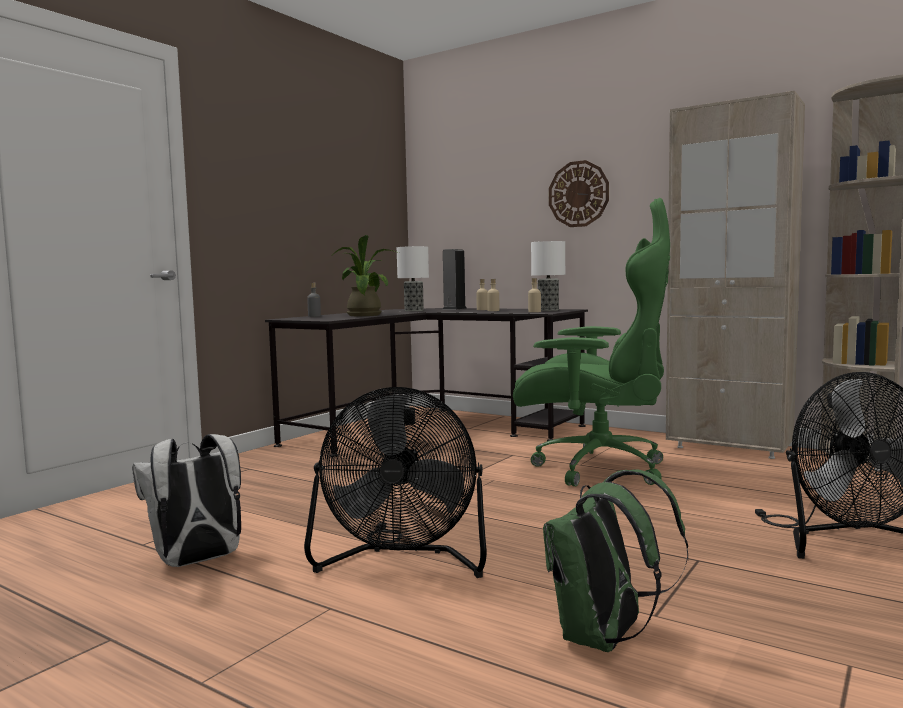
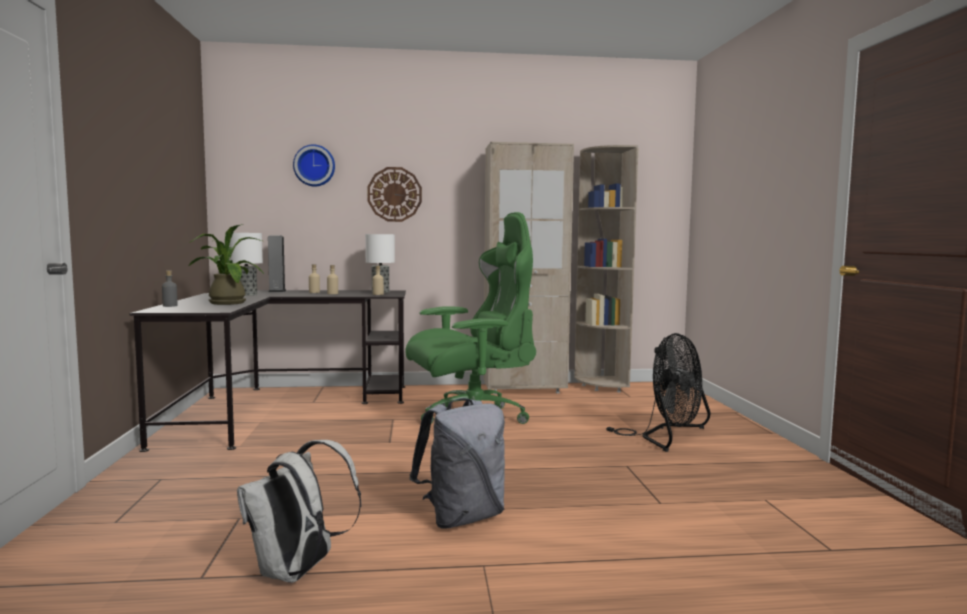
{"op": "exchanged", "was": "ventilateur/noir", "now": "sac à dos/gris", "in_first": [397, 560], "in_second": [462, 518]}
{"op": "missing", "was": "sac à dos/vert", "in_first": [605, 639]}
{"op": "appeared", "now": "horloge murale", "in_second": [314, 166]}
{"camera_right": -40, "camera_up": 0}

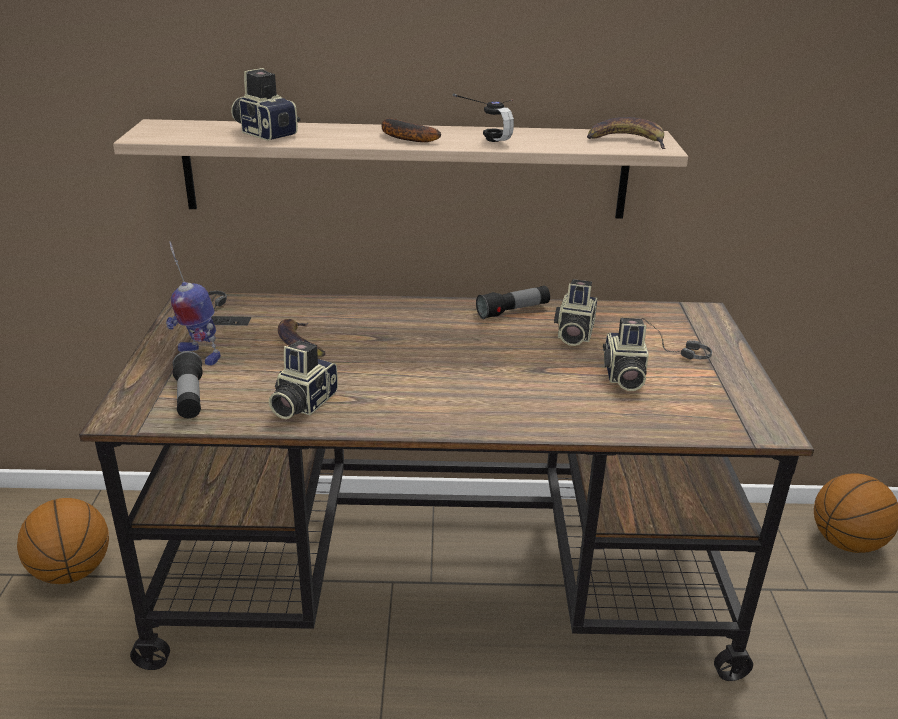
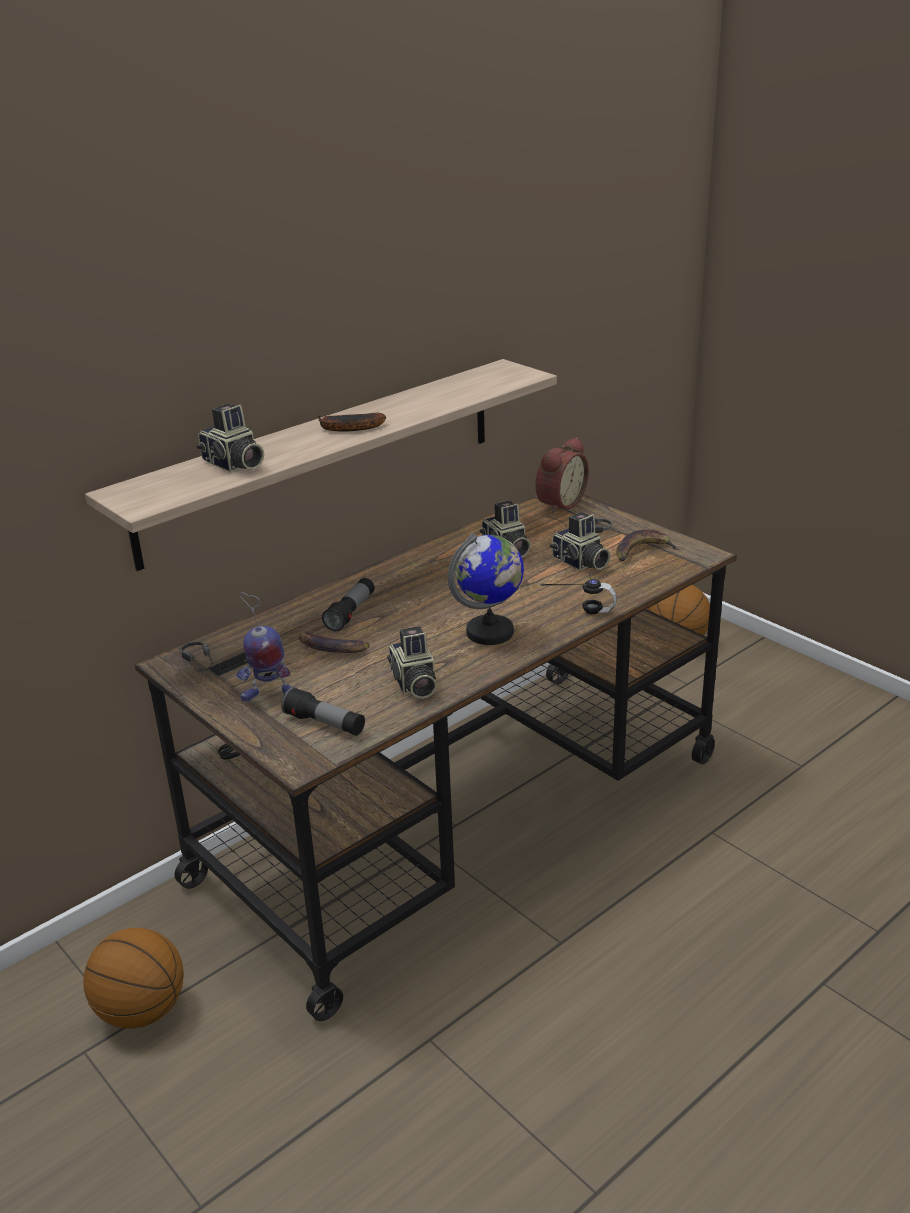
{"op": "spun", "was": "appareil photo", "in_first": [265, 132], "in_second": [233, 464], "clockwise": -135}
{"op": "relocated", "was": "casque audio", "in_first": [490, 135], "in_second": [580, 607]}
{"op": "relocated", "was": "banane", "in_first": [627, 140], "in_second": [643, 551]}
{"op": "relocated", "was": "lampe de poche", "in_first": [513, 311], "in_second": [351, 613]}
{"op": "appeared", "now": "réveil", "in_second": [558, 503]}
{"op": "appeared", "now": "globe", "in_second": [490, 632]}
{"camera_right": -40, "camera_up": 0}

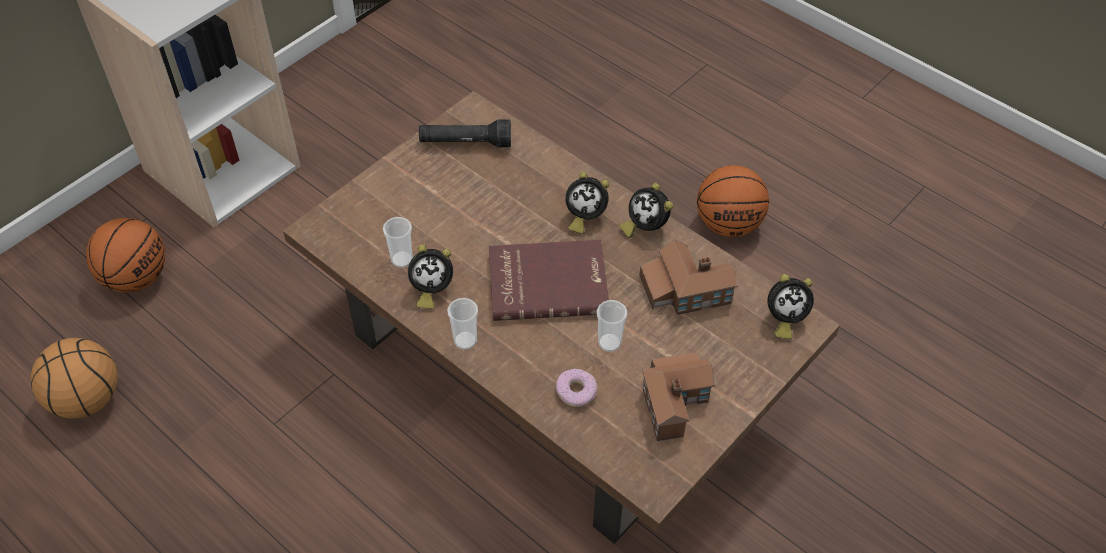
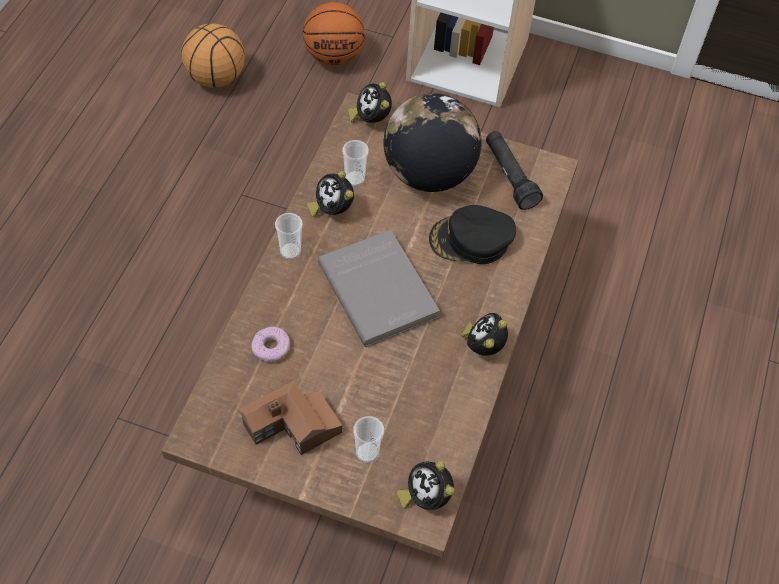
{"op": "missing", "was": "ballon de basket", "in_first": [728, 224]}
{"op": "relocated", "was": "réveil", "in_first": [584, 217], "in_second": [371, 119]}
{"op": "colour", "was": "livre/rouge", "now": "livre/gris", "in_first": [547, 282], "in_second": [380, 289]}
{"op": "missing", "was": "maison miniature", "in_first": [684, 290]}
{"op": "relocated", "was": "tasse", "in_first": [609, 343], "in_second": [367, 453]}
{"op": "appeared", "now": "globe", "in_second": [428, 173]}
{"op": "appeared", "now": "casquette/noir", "in_second": [471, 240]}
{"camera_right": 65, "camera_up": 5}

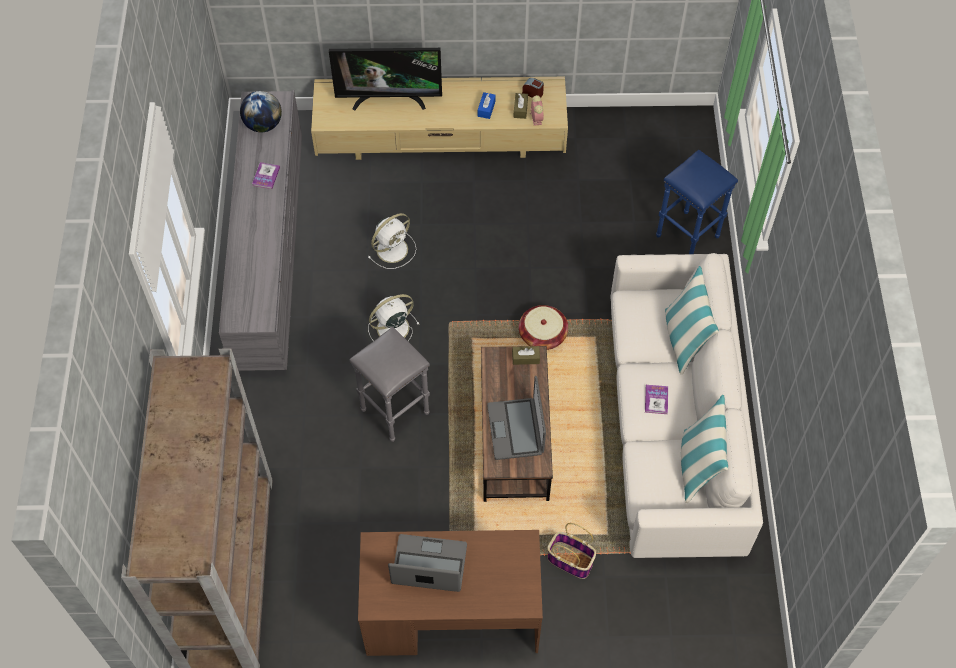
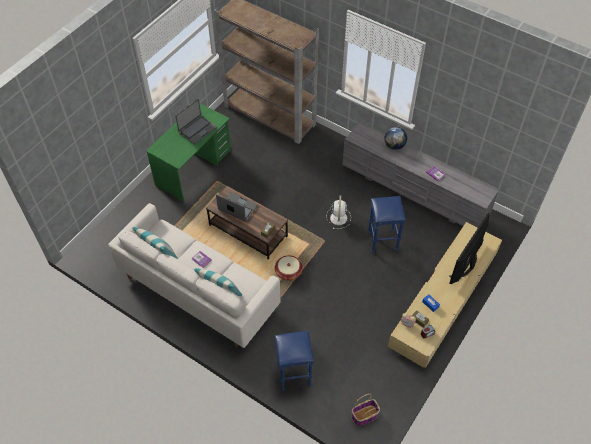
{"op": "relocated", "was": "globe", "in_first": [263, 124], "in_second": [394, 145]}
{"op": "exchanged", "was": "ventilateur/blanc", "now": "tabouret/bleu", "in_first": [393, 249], "in_second": [383, 241]}
{"op": "missing", "was": "tabouret/gris", "in_first": [396, 411]}
{"op": "relocated", "was": "panier", "in_first": [571, 560], "in_second": [364, 416]}
{"op": "colour", "was": "bureau/marron", "now": "bureau/vert", "in_first": [451, 615], "in_second": [194, 168]}
{"camera_right": 125, "camera_up": -5}

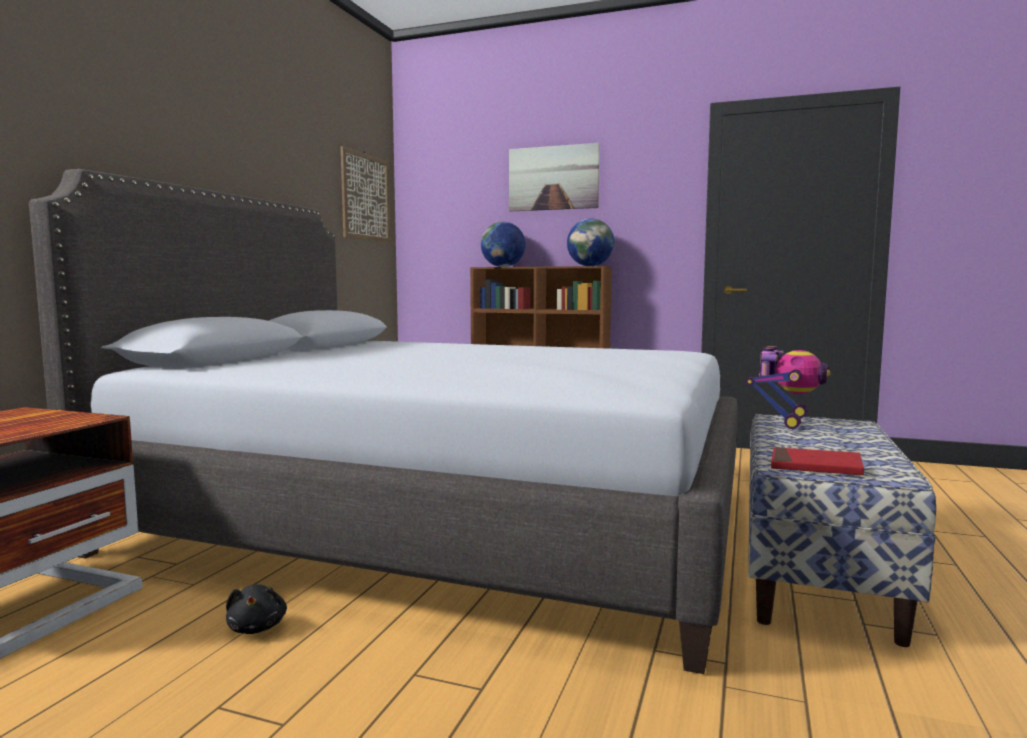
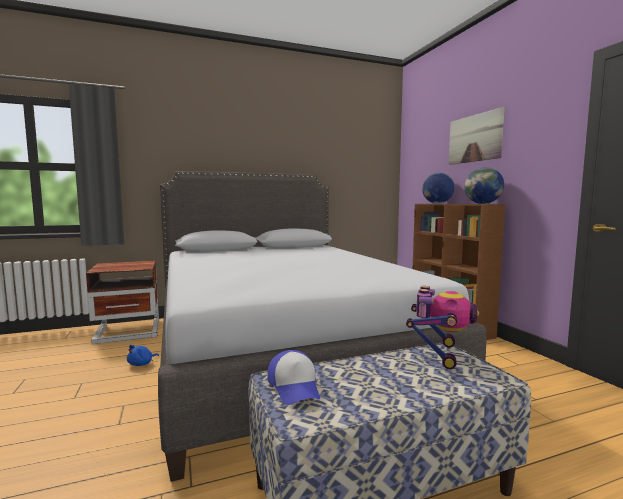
{"op": "missing", "was": "tableau", "in_first": [365, 196]}
{"op": "spun", "was": "robot jouet", "in_first": [785, 421], "in_second": [438, 354], "clockwise": -60}
{"op": "exchanged", "was": "livre/rouge", "now": "casquette", "in_first": [815, 466], "in_second": [294, 387]}
{"op": "colour", "was": "peluche/noir", "now": "peluche/bleu", "in_first": [257, 627], "in_second": [142, 364]}
{"camera_right": 50, "camera_up": 0}

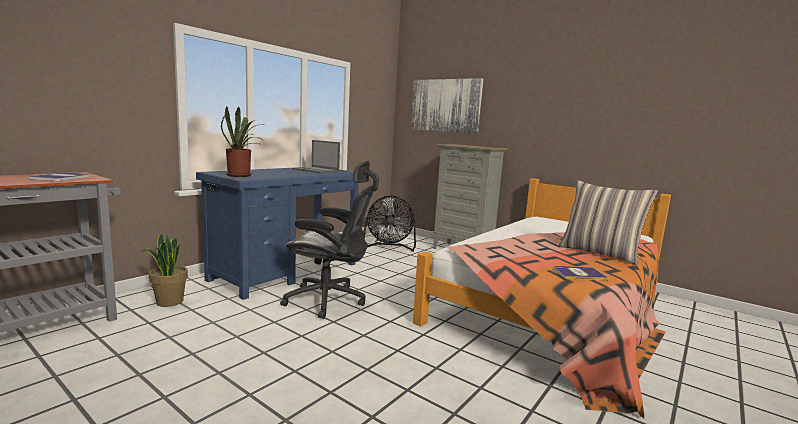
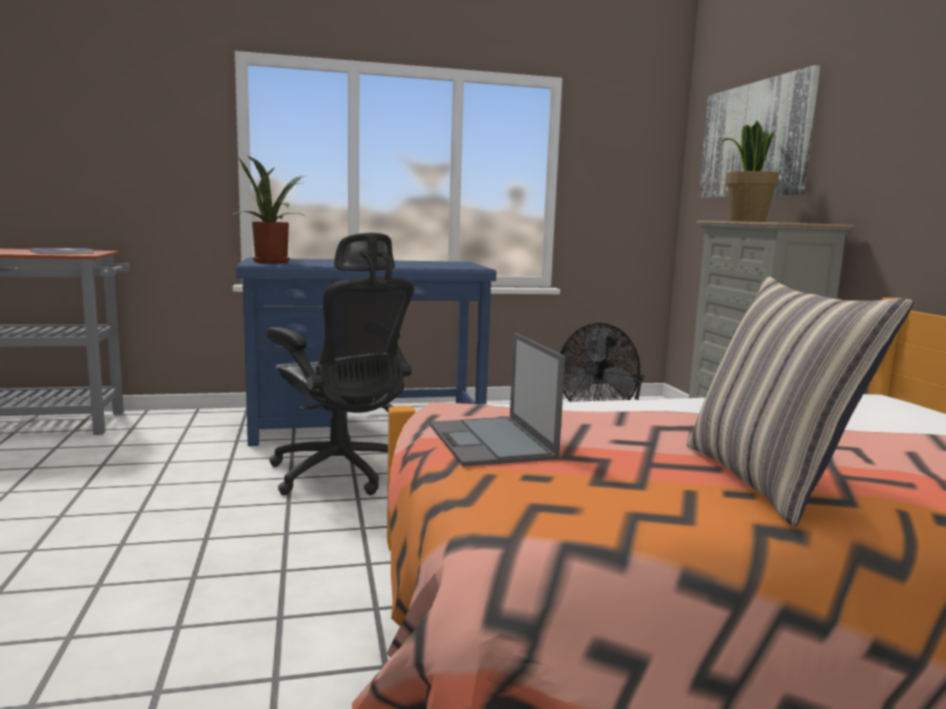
{"op": "relocated", "was": "ordinateur portable", "in_first": [316, 170], "in_second": [491, 442]}
{"op": "relocated", "was": "plante en pot", "in_first": [169, 302], "in_second": [746, 221]}
{"op": "missing", "was": "livre", "in_first": [579, 274]}
{"camera_right": 40, "camera_up": 0}

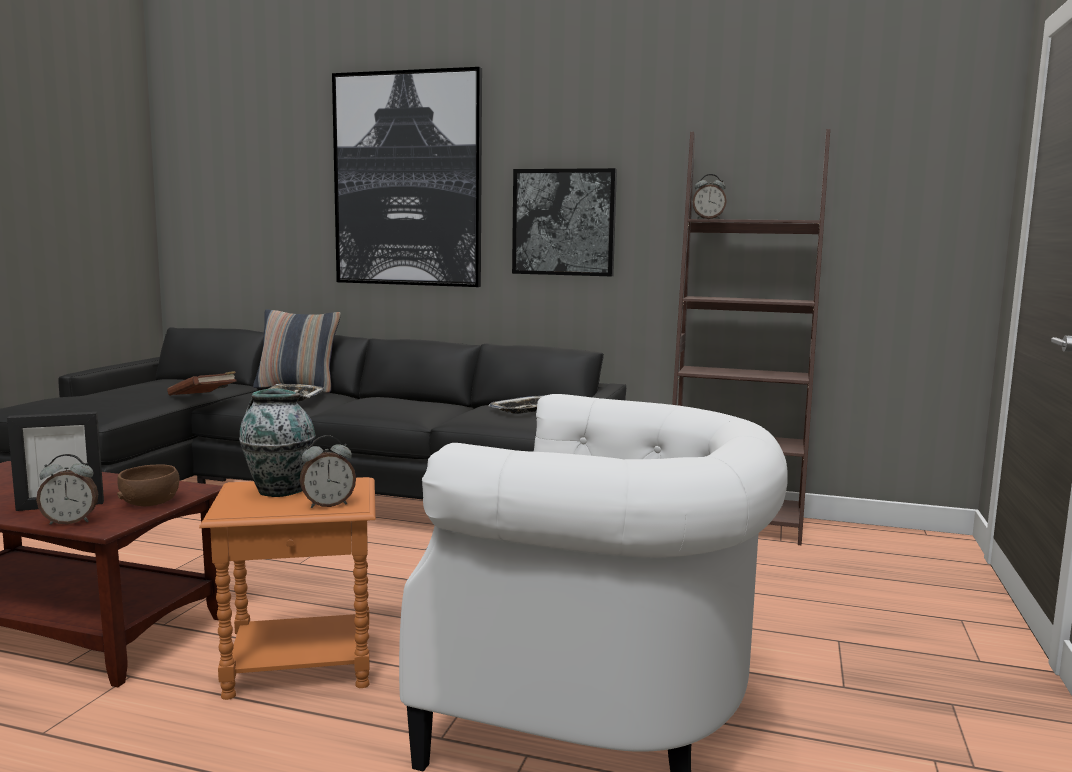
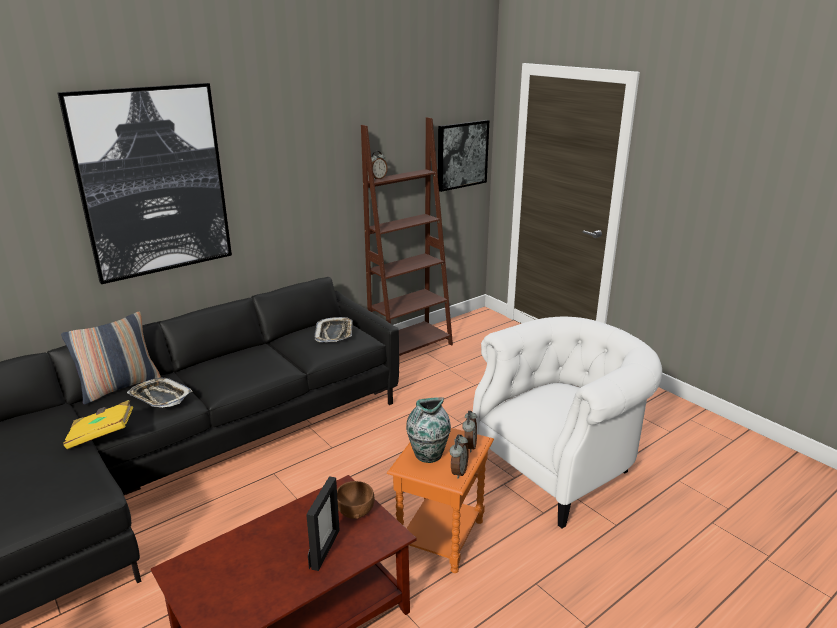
{"op": "relocated", "was": "tableau", "in_first": [564, 222], "in_second": [462, 155]}
{"op": "colour", "was": "livre/marron", "now": "livre/jaune", "in_first": [204, 398], "in_second": [102, 435]}
{"op": "relocated", "was": "réveil", "in_first": [70, 522], "in_second": [458, 472]}
{"camera_right": -55, "camera_up": 15}

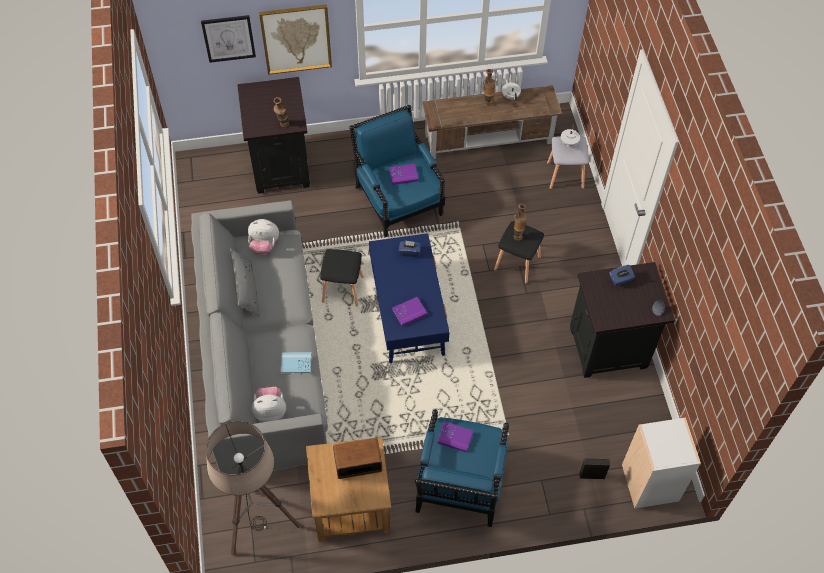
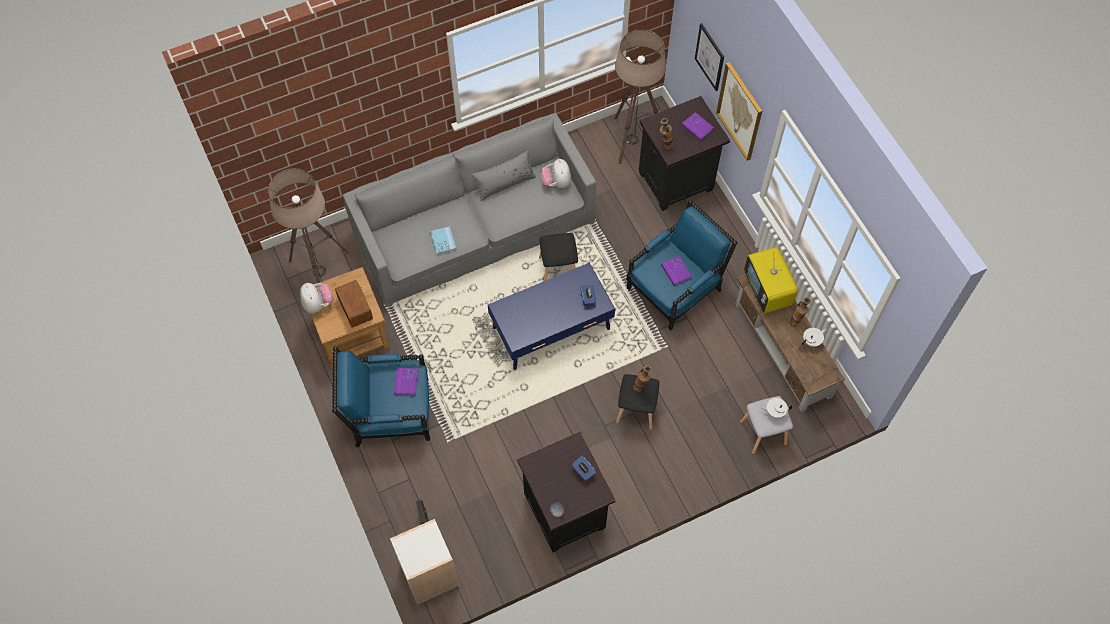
{"op": "relocated", "was": "livre/violet", "in_first": [409, 312], "in_second": [697, 127]}
{"op": "relocated", "was": "peluche", "in_first": [270, 411], "in_second": [318, 304]}
{"op": "appeared", "now": "lampadaire", "in_second": [633, 140]}
{"op": "appeared", "now": "téléviseur", "in_second": [767, 291]}
{"camera_right": 75, "camera_up": 5}

